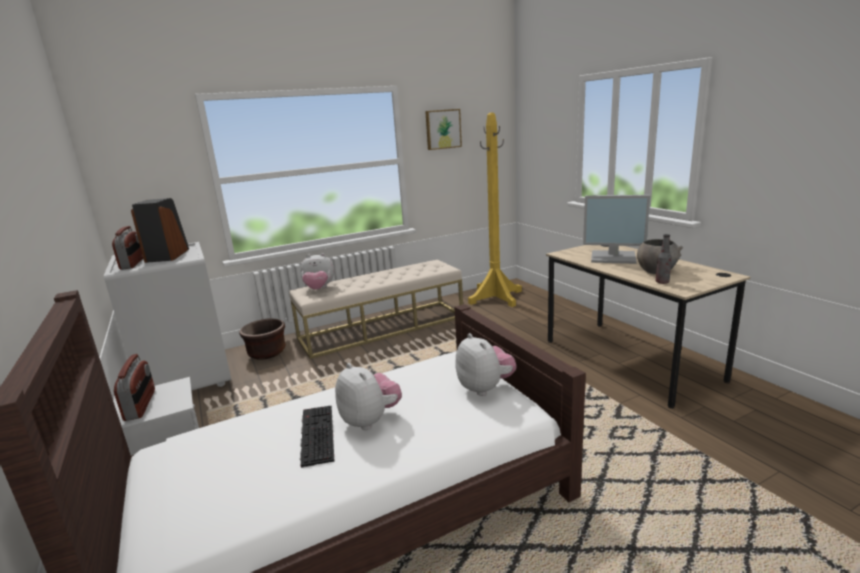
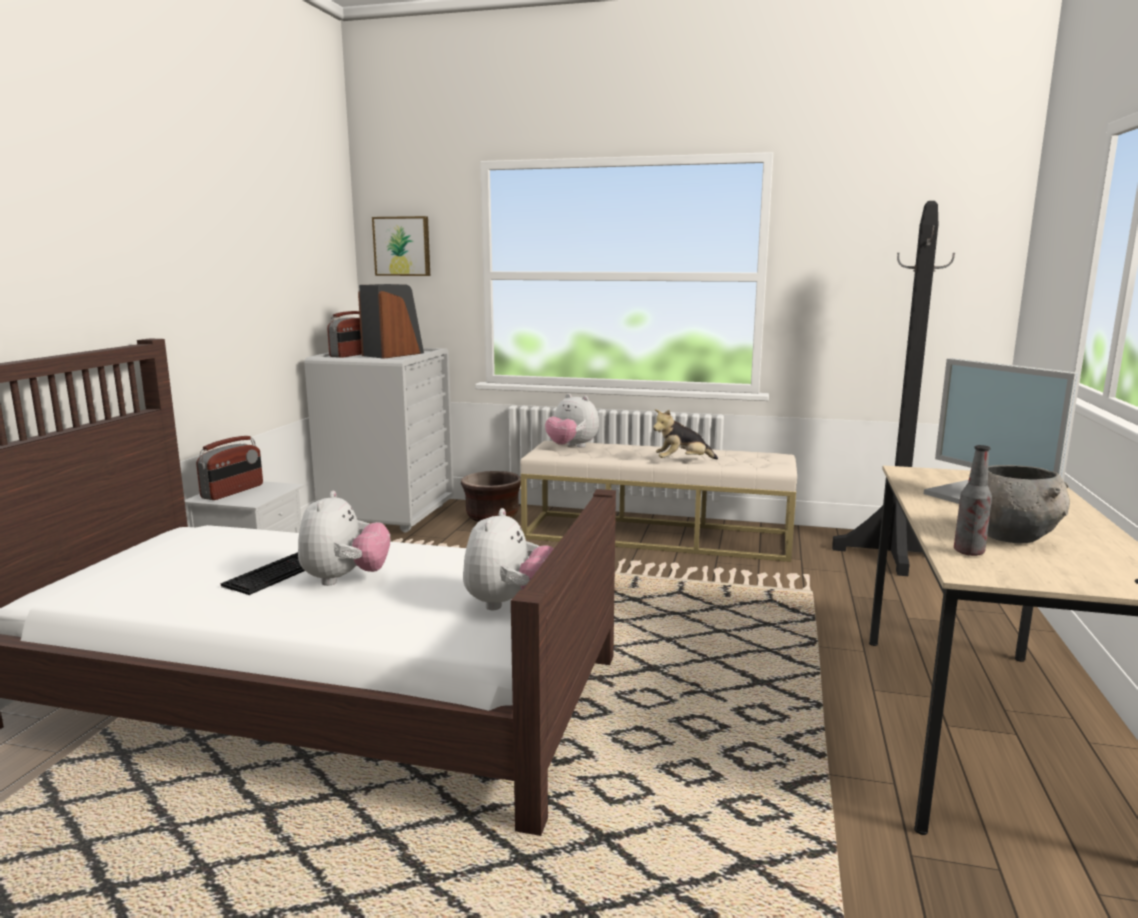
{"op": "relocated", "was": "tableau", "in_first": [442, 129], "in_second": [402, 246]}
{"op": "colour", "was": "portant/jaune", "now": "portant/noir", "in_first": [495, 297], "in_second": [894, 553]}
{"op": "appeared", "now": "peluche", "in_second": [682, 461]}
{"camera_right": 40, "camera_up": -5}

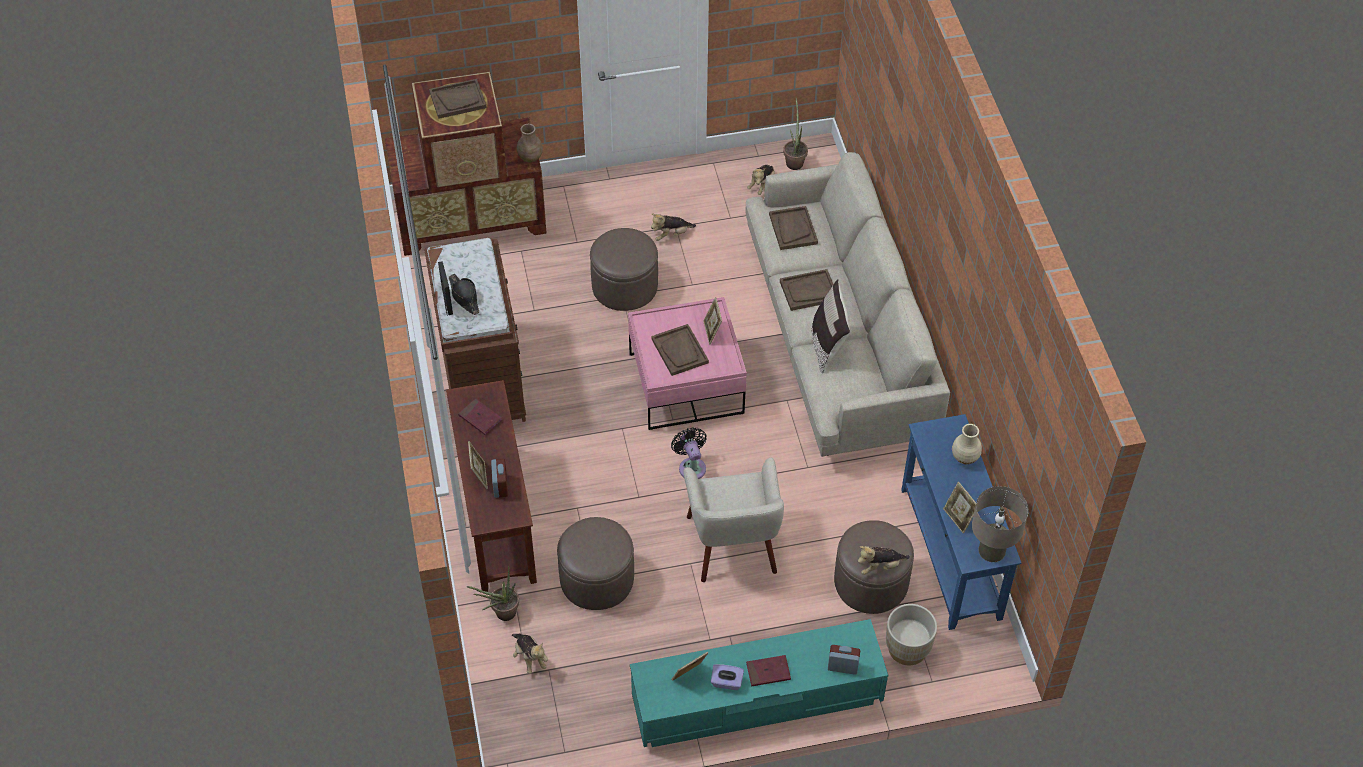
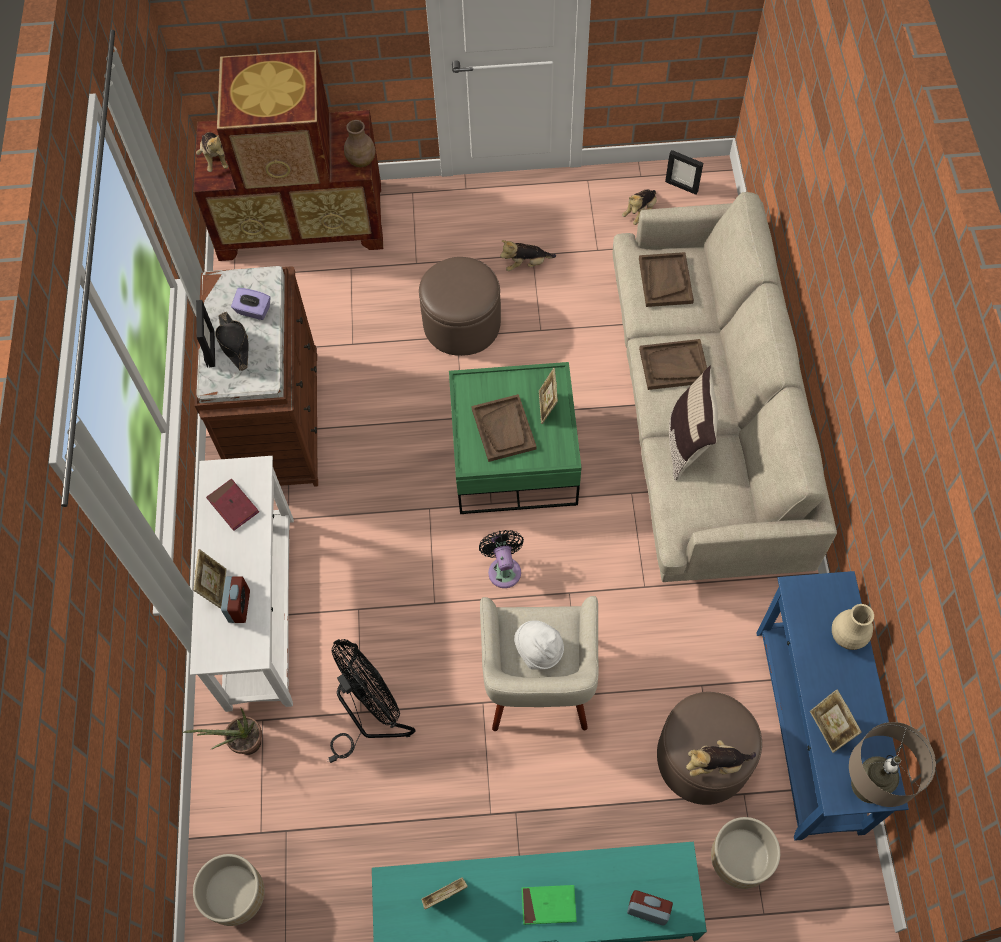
{"op": "missing", "was": "plateau/marron", "in_first": [458, 100]}
{"op": "exchanged", "was": "plante en pot", "now": "cadre photo", "in_first": [794, 161], "in_second": [681, 186]}
{"op": "colour", "was": "table basse/rose", "now": "table basse/vert", "in_first": [686, 384], "in_second": [514, 458]}
{"op": "colour", "was": "table console/marron", "now": "table console/blanc", "in_first": [495, 517], "in_second": [260, 611]}
{"op": "exchanged", "was": "pouf/marron", "now": "ventilateur/noir", "in_first": [597, 579], "in_second": [366, 710]}
{"op": "relocated", "was": "peluche", "in_first": [529, 657], "in_second": [215, 159]}
{"op": "colour", "was": "livre/rouge", "now": "livre/vert", "in_first": [768, 672], "in_second": [548, 905]}
{"op": "relocated", "was": "boîte à mouchoirs/violet", "in_first": [726, 682], "in_second": [253, 311]}
{"op": "appeared", "now": "chapeau/blanc", "in_second": [539, 651]}
{"op": "appeared", "now": "cache-pot/beige", "in_second": [238, 897]}
{"camera_right": 10, "camera_up": 10}

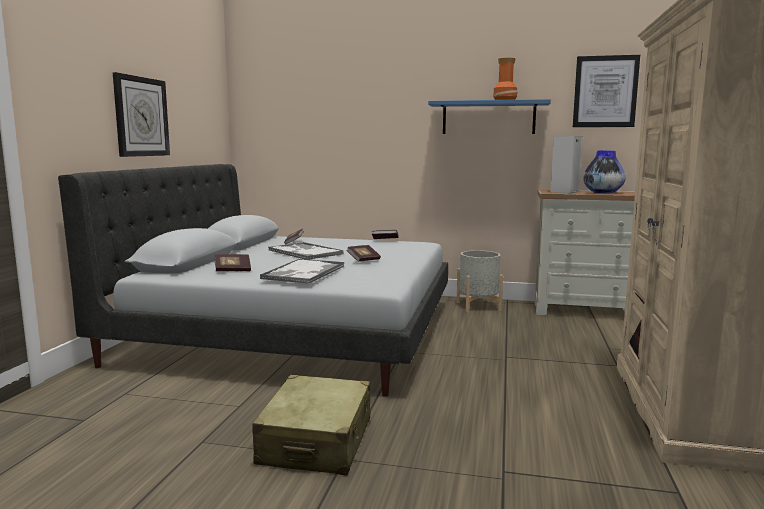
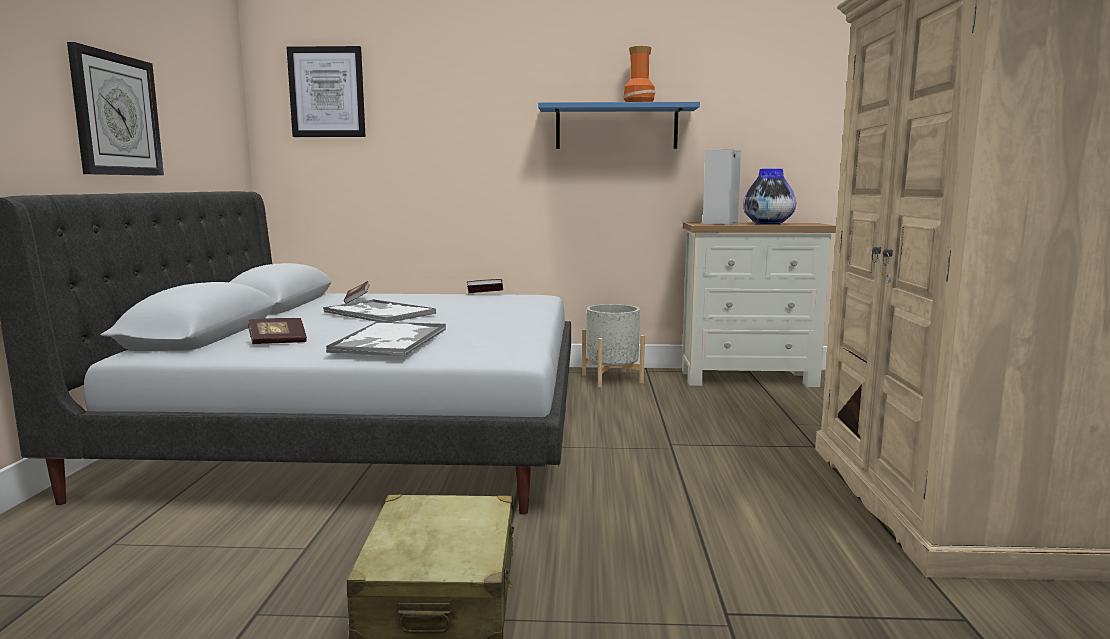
{"op": "relocated", "was": "tableau", "in_first": [605, 91], "in_second": [327, 92]}
{"op": "missing", "was": "livre", "in_first": [363, 260]}
{"camera_right": -10, "camera_up": 0}

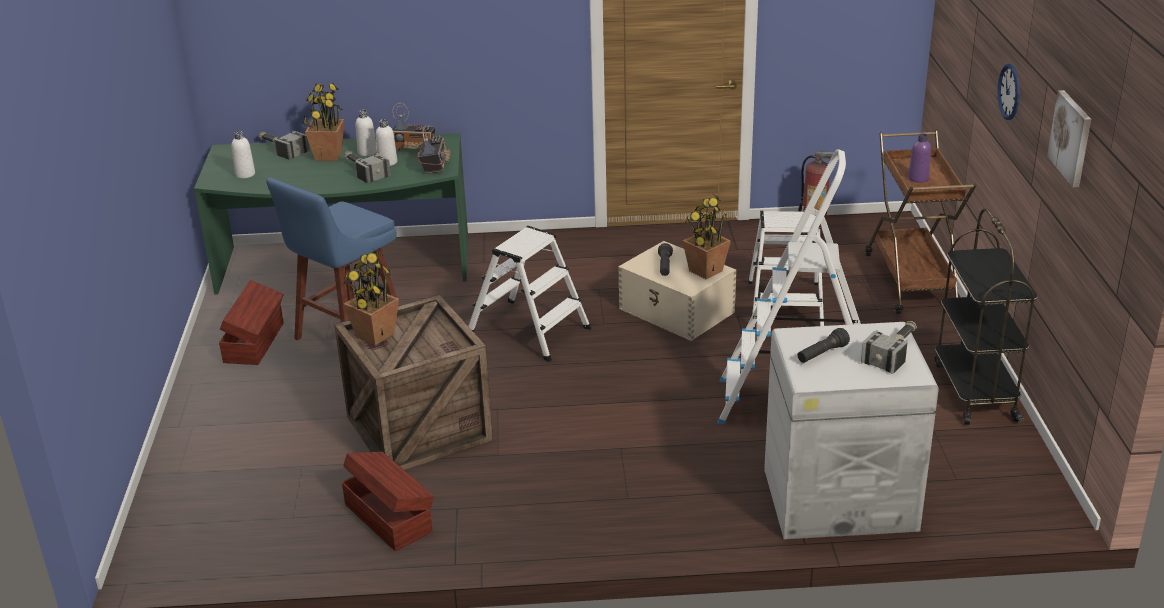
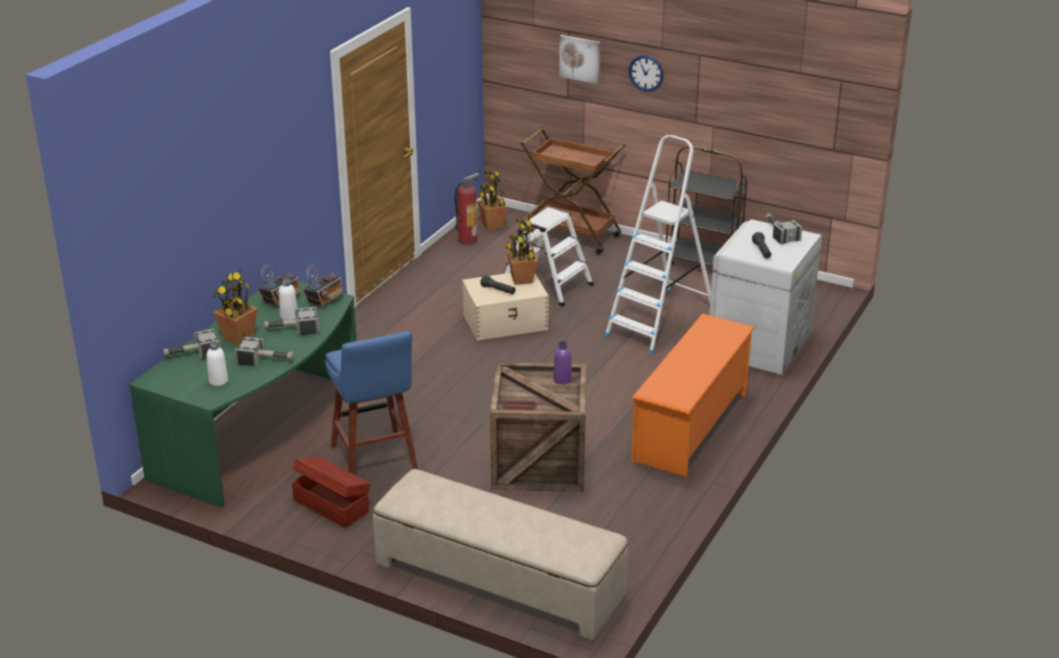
{"op": "relocated", "was": "tableau", "in_first": [1071, 138], "in_second": [580, 58]}
{"op": "missing", "was": "bouteille/blanc", "in_first": [367, 152]}
{"op": "spun", "was": "radio", "in_first": [434, 166], "in_second": [325, 300], "clockwise": 90}
{"op": "relocated", "was": "bouteille/violet", "in_first": [918, 178], "in_second": [562, 379]}
{"op": "missing", "was": "escabeau/blanc", "in_first": [528, 330]}
{"op": "relocated", "was": "plante en pot", "in_first": [375, 335], "in_second": [492, 225]}
{"op": "missing", "was": "boîte de rangement/marron", "in_first": [389, 517]}
{"op": "appeared", "now": "étagère à chaussures/orange", "in_second": [691, 426]}
{"op": "appeared", "now": "marteau", "in_second": [266, 360]}
{"op": "appeared", "now": "banc/beige", "in_second": [497, 579]}
{"camera_right": -60, "camera_up": 0}

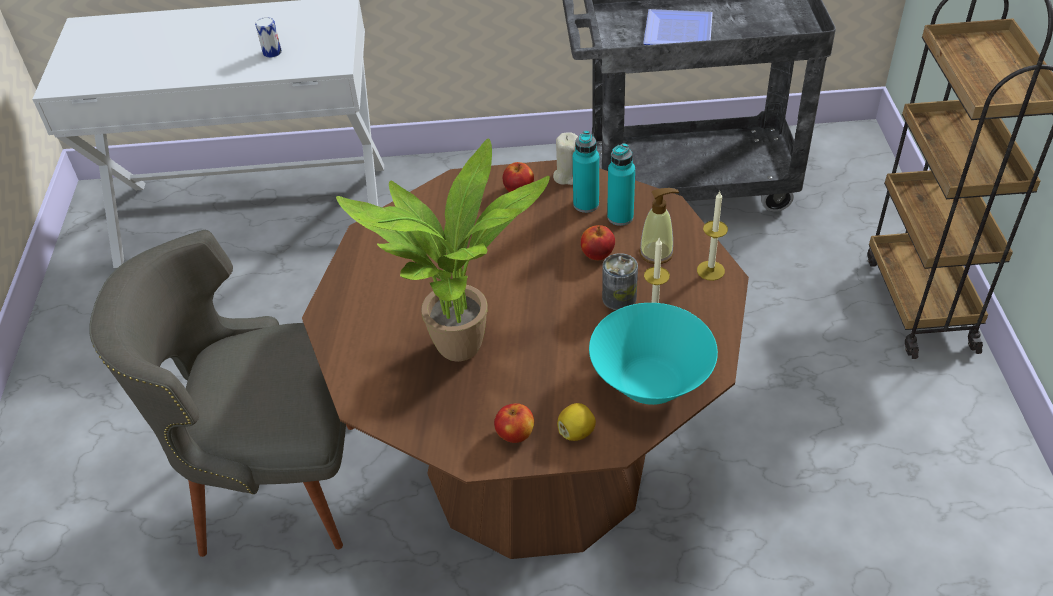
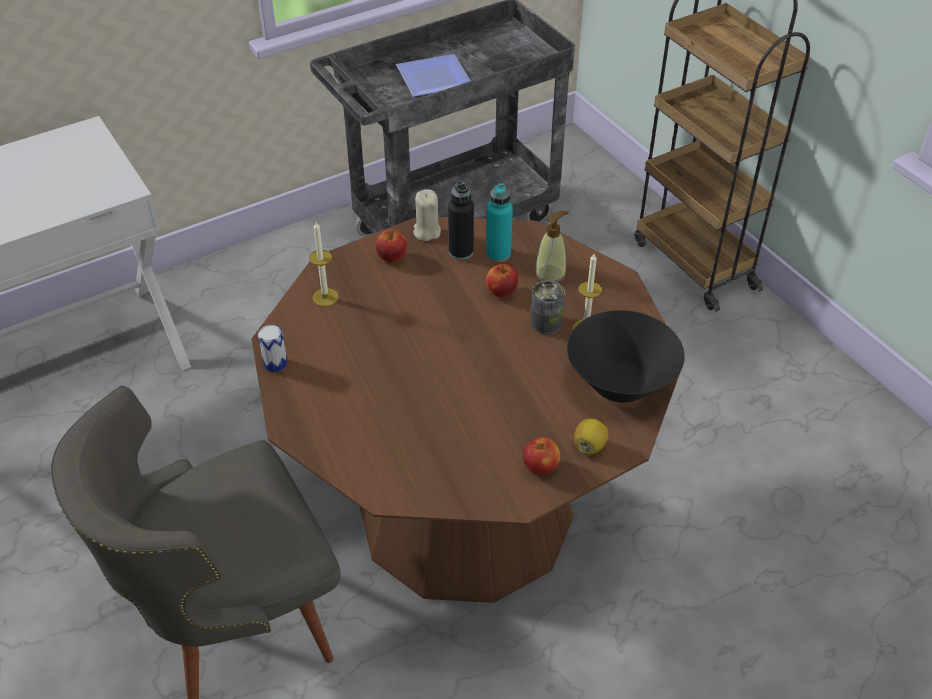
{"op": "relocated", "was": "boîte métallique", "in_first": [272, 52], "in_second": [275, 364]}
{"op": "colour", "was": "bouteille/turquoise", "now": "bouteille/noir", "in_first": [586, 204], "in_second": [461, 252]}
{"op": "missing", "was": "plante en pot", "in_first": [463, 353]}
{"op": "relocated", "was": "bougie", "in_first": [710, 270], "in_second": [325, 297]}
{"op": "colour", "was": "bol/turquoise", "now": "bol/noir", "in_first": [650, 382], "in_second": [620, 383]}
{"camera_right": -30, "camera_up": 0}

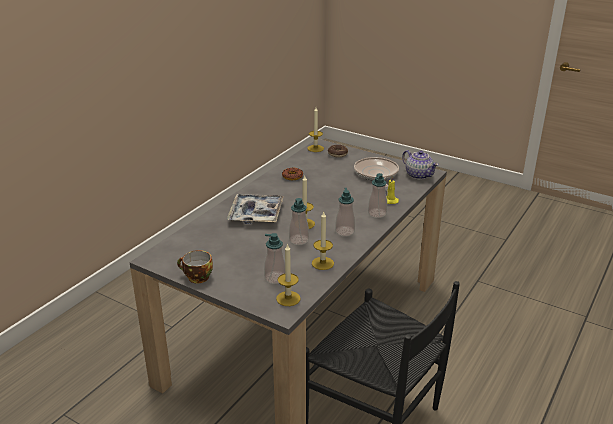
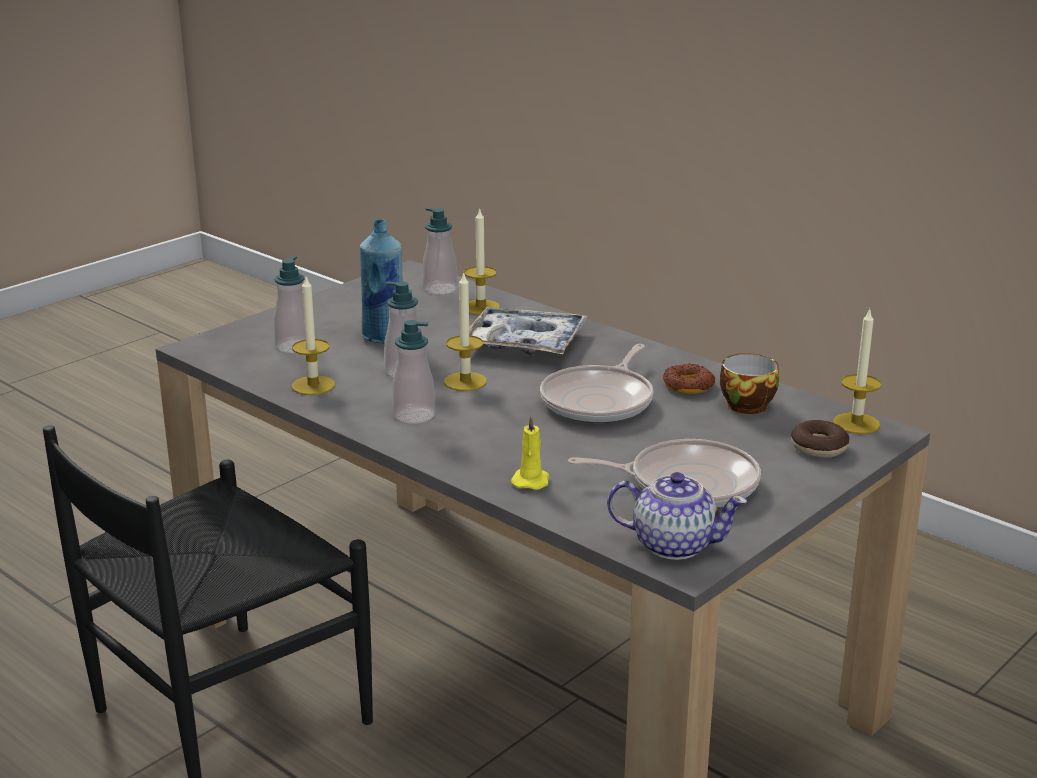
{"op": "spun", "was": "théière", "in_first": [418, 175], "in_second": [673, 544], "clockwise": -135}
{"op": "relocated", "was": "distributeur de savon", "in_first": [377, 214], "in_second": [440, 289]}
{"op": "relocated", "was": "bougie", "in_first": [288, 298], "in_second": [480, 307]}
{"op": "relocated", "was": "tasse", "in_first": [196, 277], "in_second": [746, 404]}
{"op": "appeared", "now": "bouteille/bleu", "in_second": [383, 337]}
{"op": "appeared", "now": "poêle", "in_second": [600, 401]}
{"camera_right": 100, "camera_up": -5}

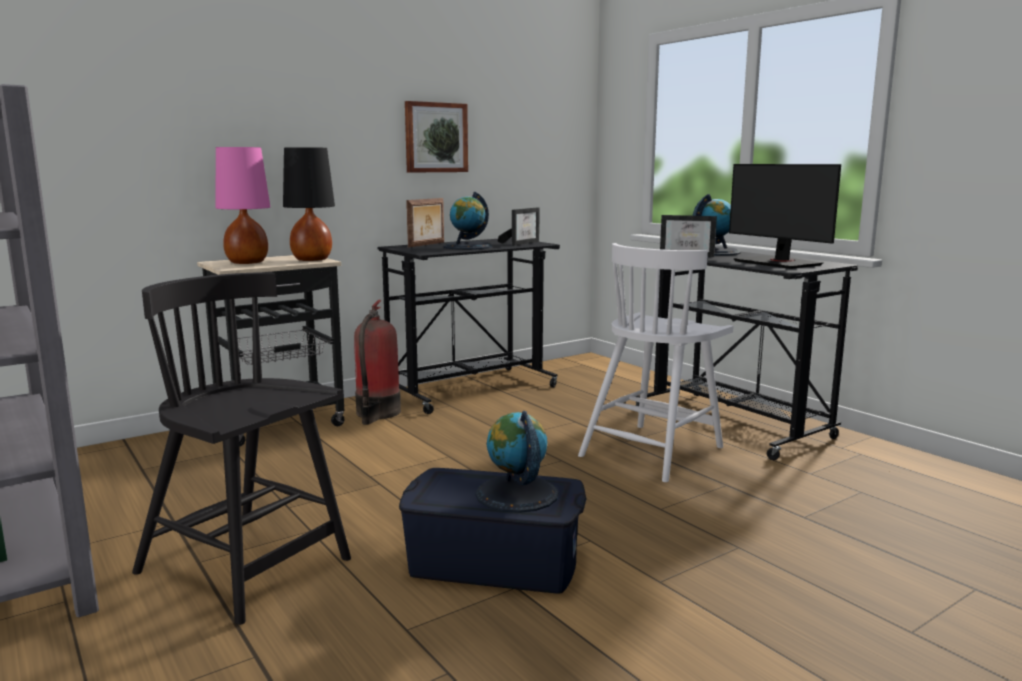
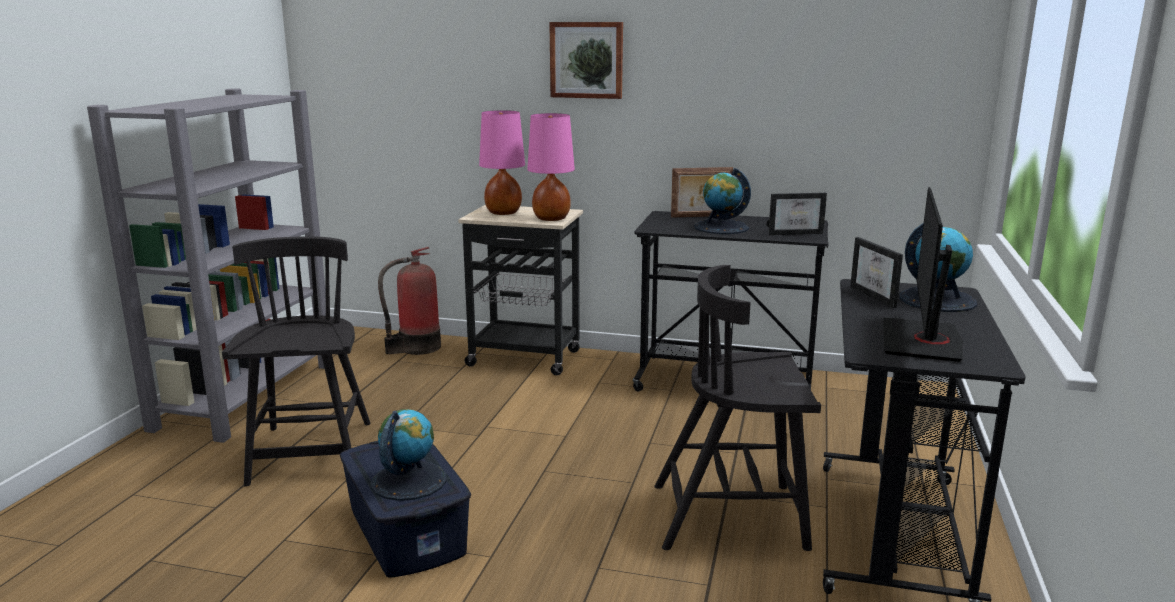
{"op": "relocated", "was": "tableau", "in_first": [435, 137], "in_second": [587, 60]}
{"op": "colour", "was": "lampe de table/noir", "now": "lampe de table/rose", "in_first": [311, 260], "in_second": [551, 219]}
{"op": "colour", "was": "chaise/blanc", "now": "chaise/noir", "in_first": [653, 450], "in_second": [732, 516]}
{"op": "relocated", "was": "extincteur", "in_first": [377, 413], "in_second": [417, 348]}
{"camera_right": 50, "camera_up": 5}

